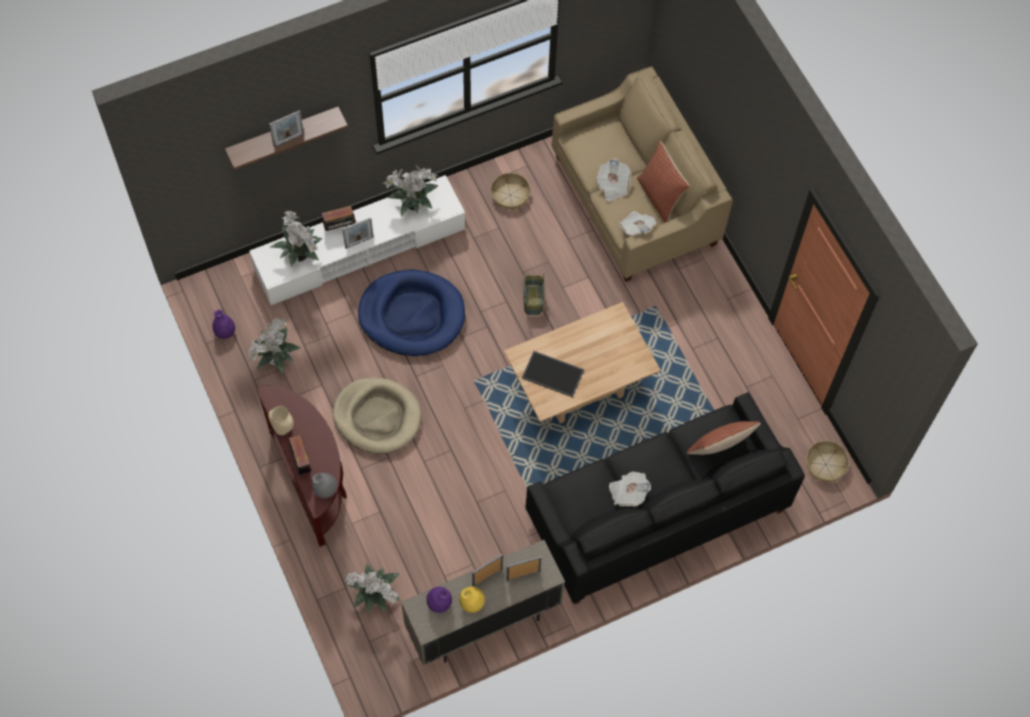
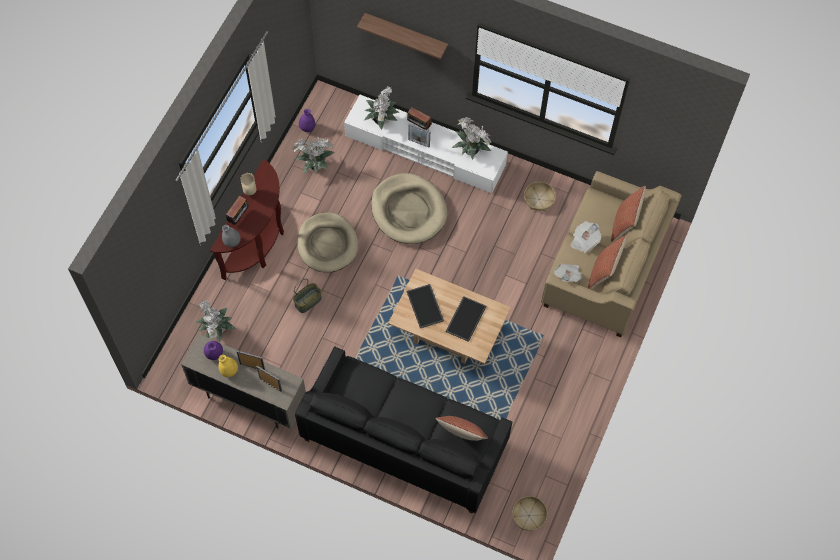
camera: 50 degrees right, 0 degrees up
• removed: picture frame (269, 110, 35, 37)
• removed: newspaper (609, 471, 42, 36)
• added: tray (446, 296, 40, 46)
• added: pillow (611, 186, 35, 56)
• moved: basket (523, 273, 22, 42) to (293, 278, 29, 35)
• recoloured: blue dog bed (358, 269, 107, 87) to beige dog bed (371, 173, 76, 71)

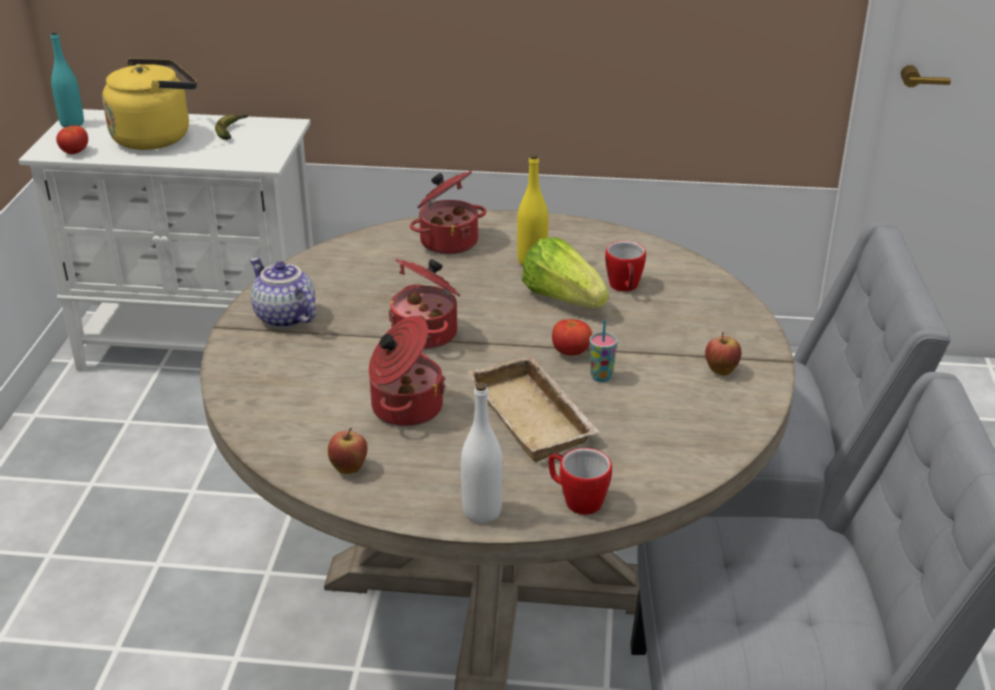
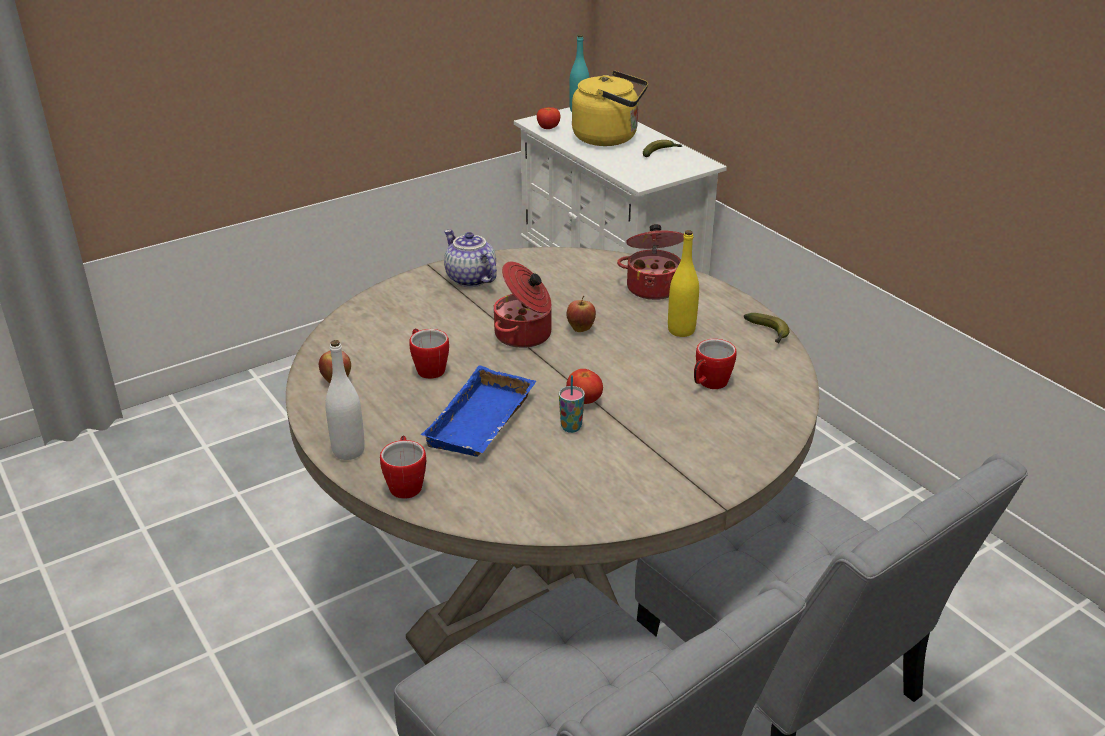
camera: 50 degrees right, 0 degrees up
• removed: lettuce (522, 238, 87, 70)
• added: banana (744, 313, 46, 31)
• moved: apple (705, 332, 36, 44) to (567, 296, 29, 36)
• replaced: cooking pot (369, 316, 77, 110) to mug (409, 329, 40, 50)
• recoloured: beige tray (468, 355, 132, 107) to blue tray (421, 366, 115, 91)
• turned: teapot (250, 257, 66, 71) = (444, 230, 53, 57) 45 degrees counterclockwise

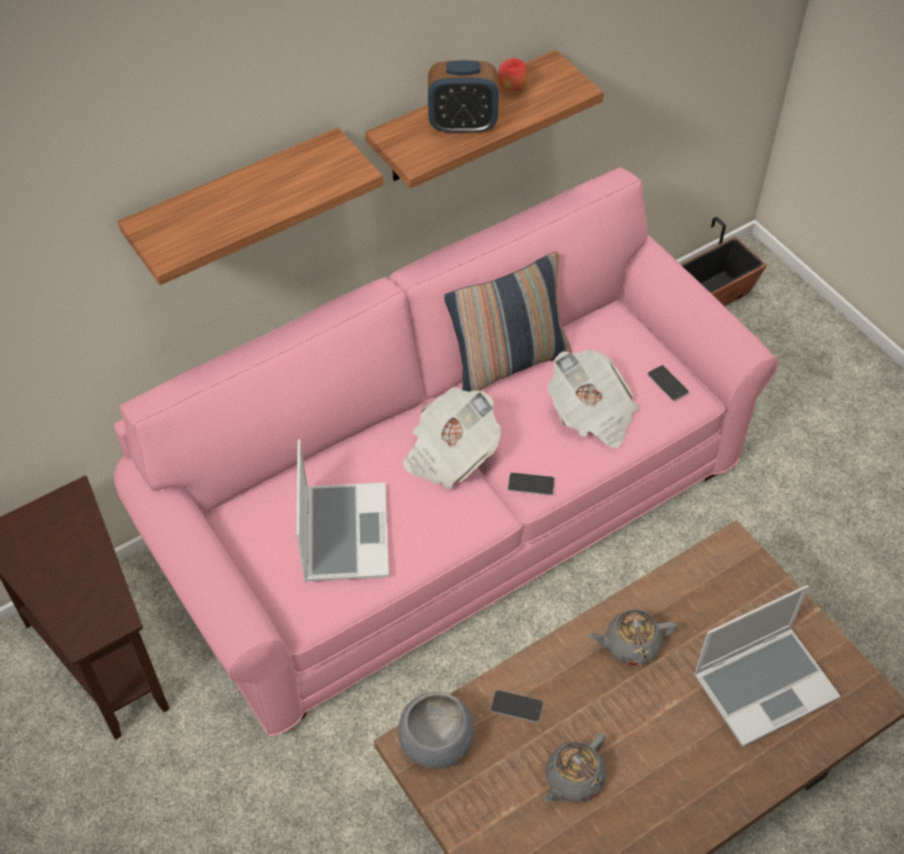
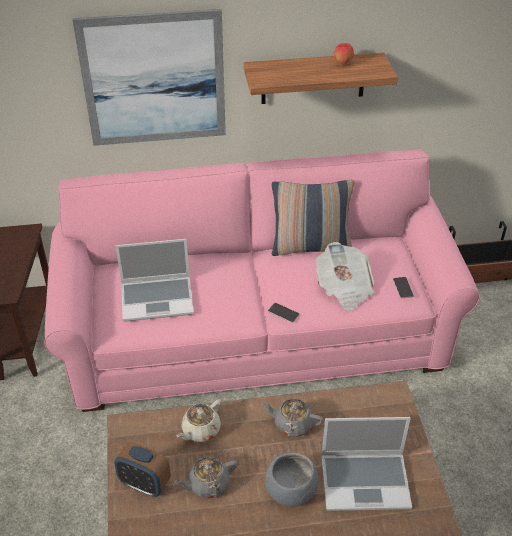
camera: 25 degrees right, 10 degrees down
• removed: newspaper (403, 387, 98, 102)
• moved: grey bowl (398, 692, 76, 77) to (265, 452, 53, 55)
• moved: alarm clock (428, 60, 70, 74) to (114, 442, 57, 55)
• replaced: shelf (118, 127, 265, 158) to picture (73, 9, 153, 137)
• replaced: phone (490, 690, 54, 32) to beige teapot (177, 399, 45, 43)
• turned: laptop (296, 439, 93, 142) = (115, 239, 79, 82) 60 degrees clockwise

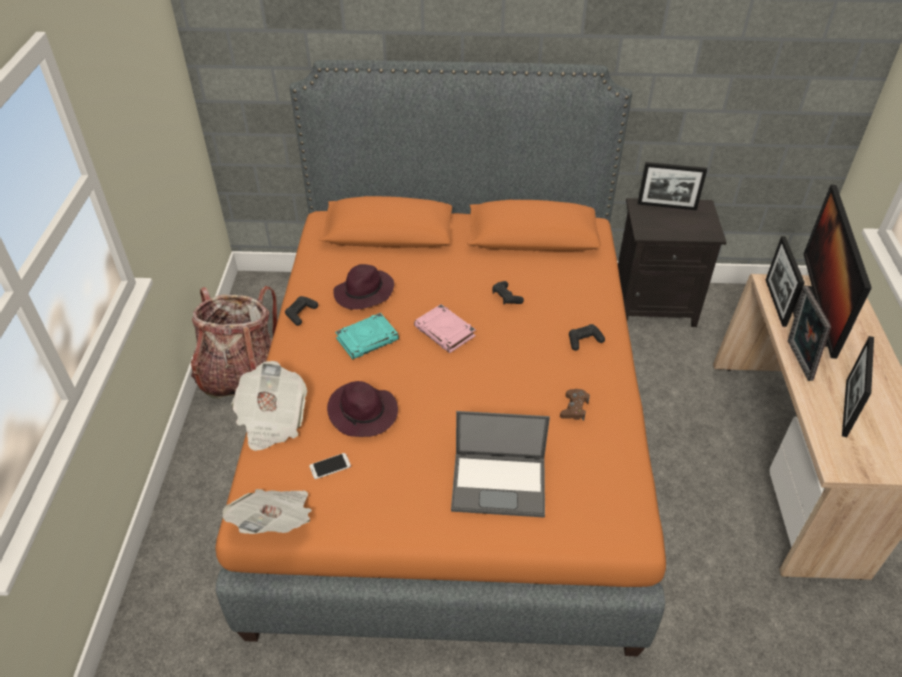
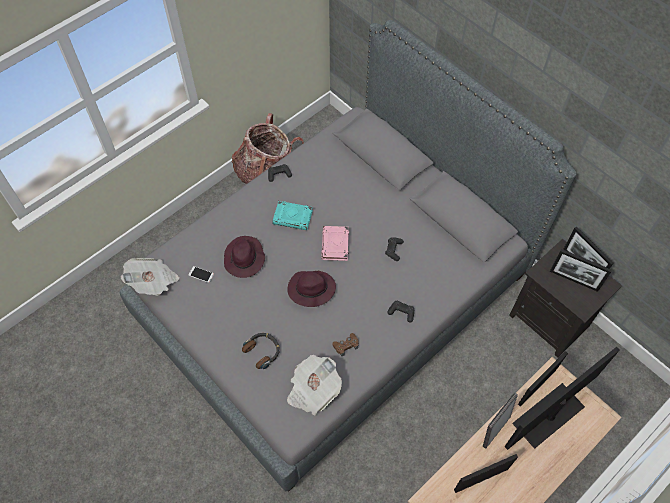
camera: 45 degrees right, 15 degrees up
• added: picture frame (550, 249, 62, 43)
• moved: newspaper (231, 361, 76, 90) to (287, 355, 55, 60)
• moved: purple hat (333, 264, 61, 46) to (287, 271, 49, 36)
• replaced: laptop (451, 411, 99, 107) to headphones (242, 333, 38, 36)
• recoloured: orange bed (215, 60, 451, 596) to grey bed (119, 20, 458, 472)

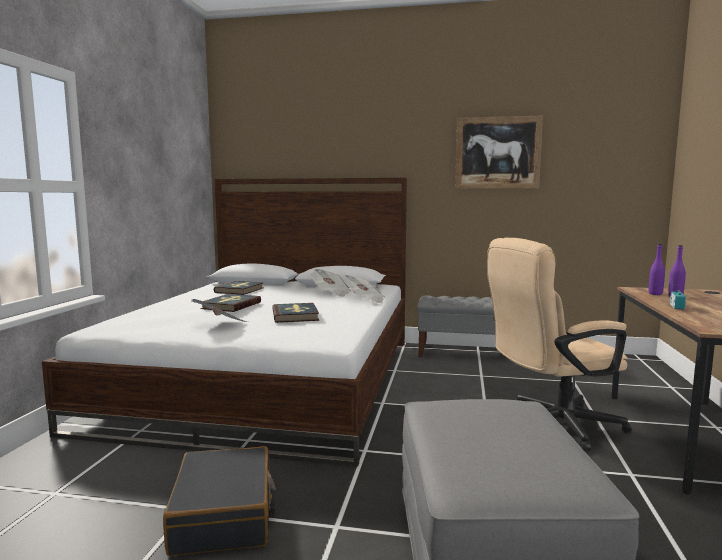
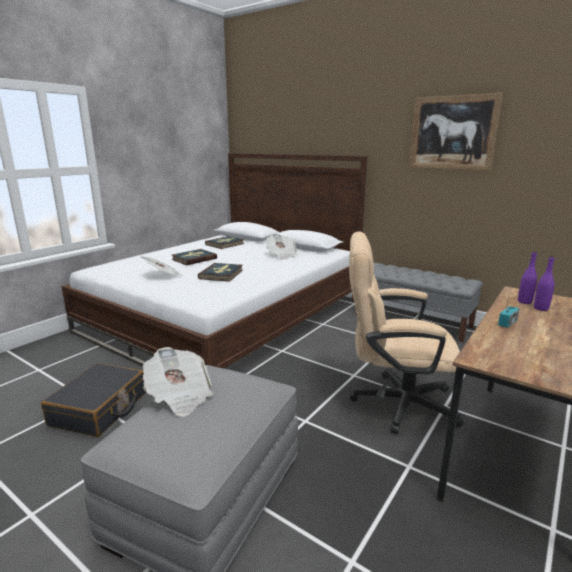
camera: 25 degrees right, 10 degrees up
• moved: newspaper (344, 275, 41, 29) to (143, 347, 70, 70)

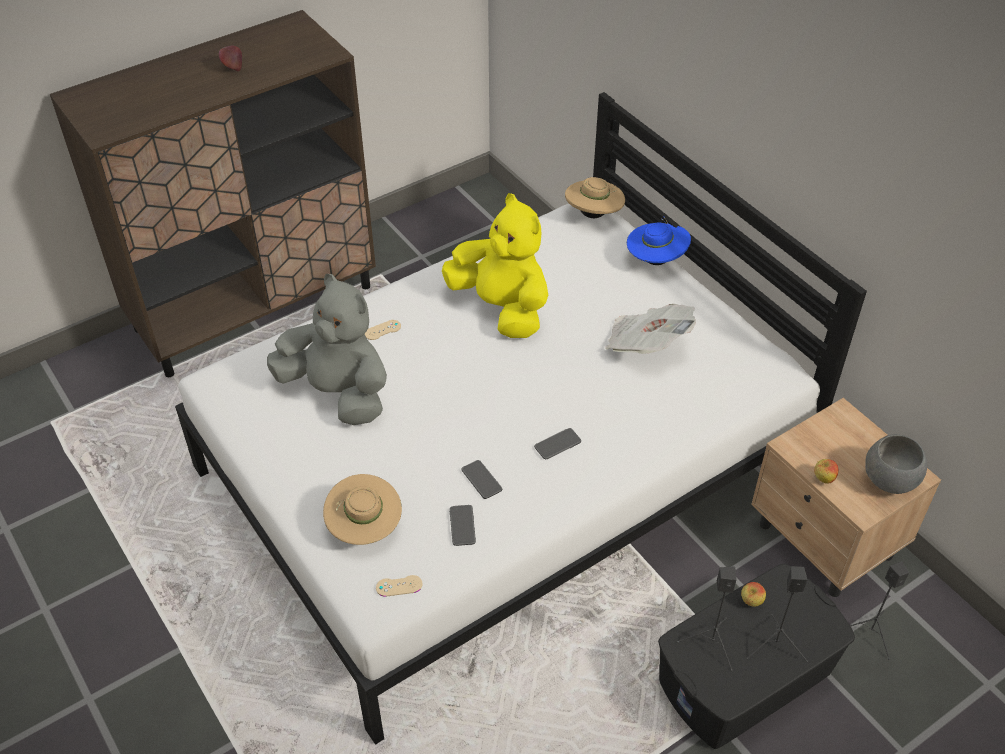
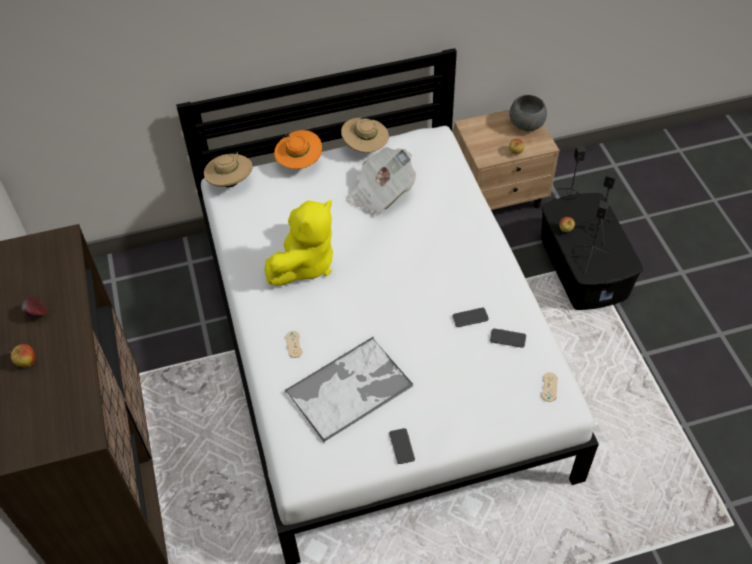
camera: 70 degrees left, 5 degrees up
• added: apple (9, 344, 26, 23)
• moved: beige hat (323, 474, 79, 71) to (341, 118, 48, 35)
• moved: phone (534, 428, 47, 31) to (389, 428, 26, 36)
• replaced: grey plush toy (267, 274, 120, 151) to tray (285, 337, 128, 106)
• recoloured: blue hat (627, 216, 64, 49) to orange hat (274, 130, 48, 39)
• turned: yellow plush toy (442, 193, 106, 145) = (264, 200, 69, 86) 150 degrees clockwise

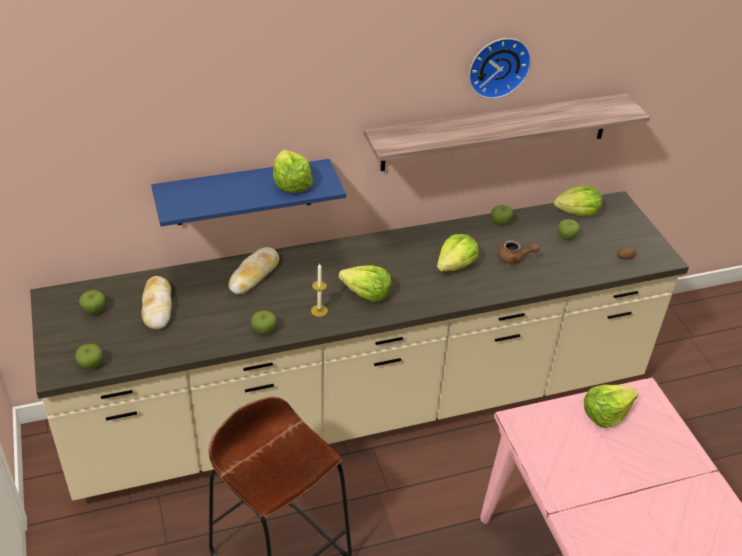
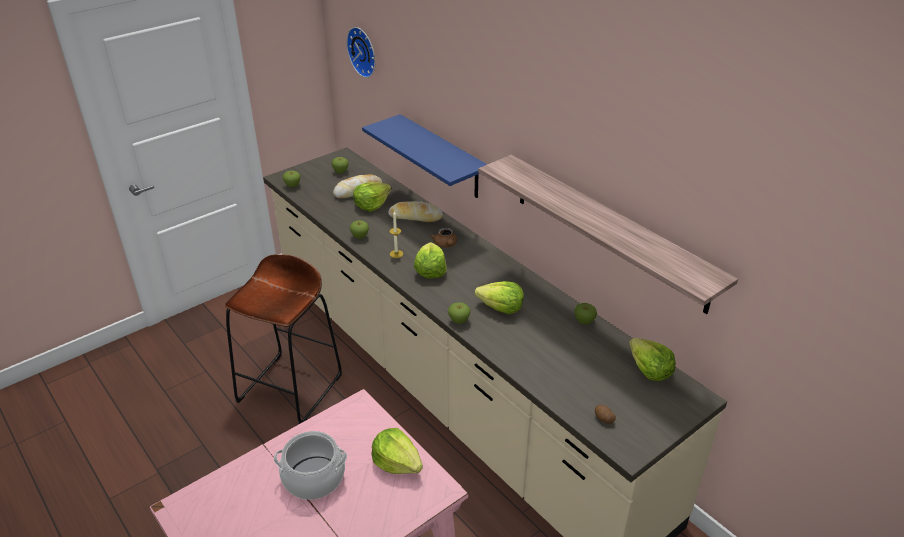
camera: 70 degrees right, 5 degrees down
• added: cooking pot (274, 431, 73, 69)
• moved: lettuce (273, 150, 40, 43) to (353, 182, 38, 30)
• moved: wall clock (469, 38, 62, 61) to (346, 27, 29, 51)
• moved: brown teapot (498, 240, 42, 24) to (430, 228, 27, 20)
• moved: apple (558, 219, 22, 21) to (448, 302, 23, 22)

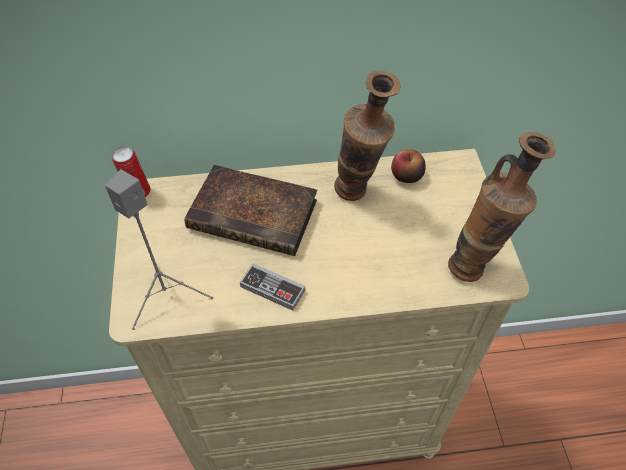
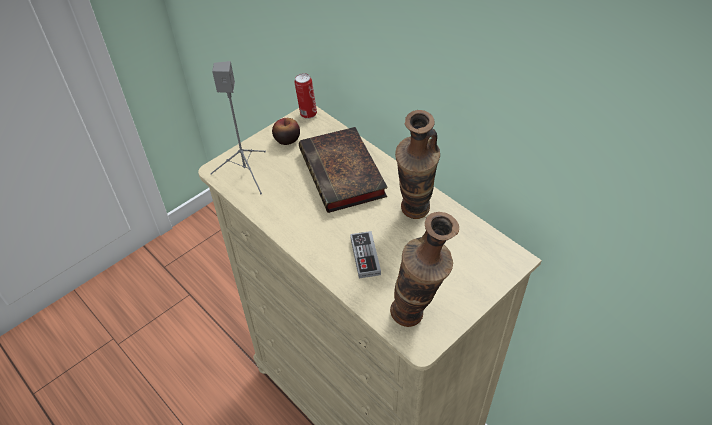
camera: 55 degrees right, 5 degrees down
• moved: game controller (240, 263, 65, 48) to (350, 231, 31, 47)
• moved: apple (391, 149, 35, 34) to (272, 118, 28, 27)

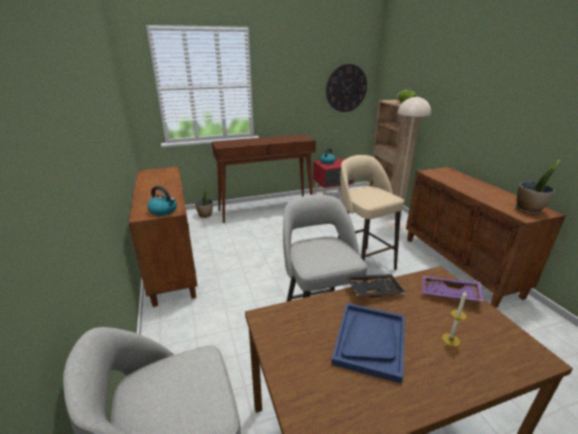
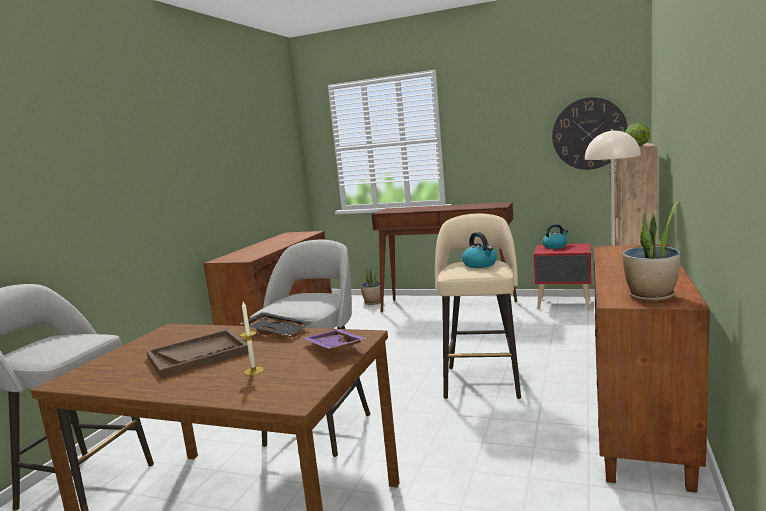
camera: 40 degrees right, 15 degrees down
• moved: kettle (147, 186, 30, 30) to (462, 232, 35, 36)
• recoloured: blue tray (331, 303, 74, 81) to brown tray (146, 329, 103, 50)

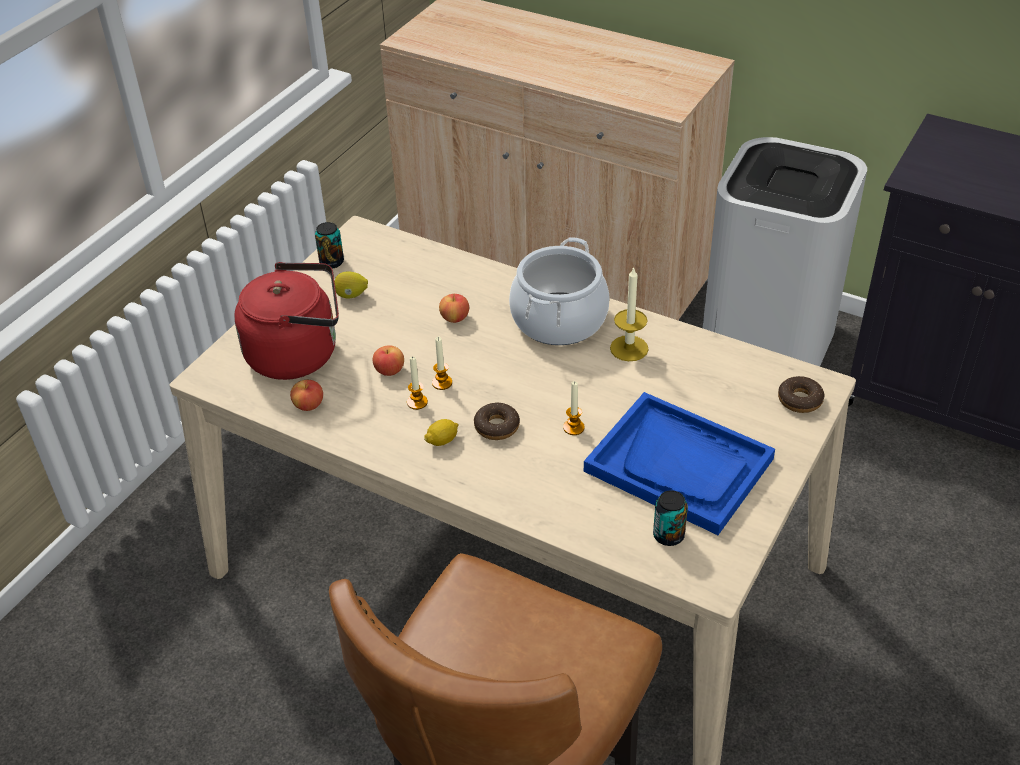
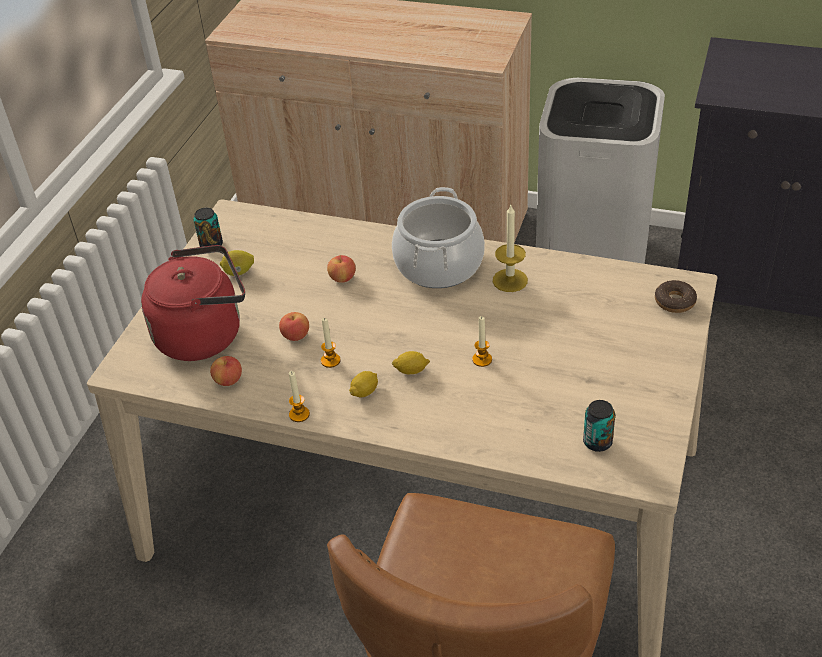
camera: 10 degrees left, 0 degrees up
• removed: blue tray (584, 392, 191, 143)
• moved: candle (432, 337, 20, 53) to (289, 371, 21, 51)
• replaced: donut (474, 403, 46, 37) to lemon (392, 351, 38, 23)

